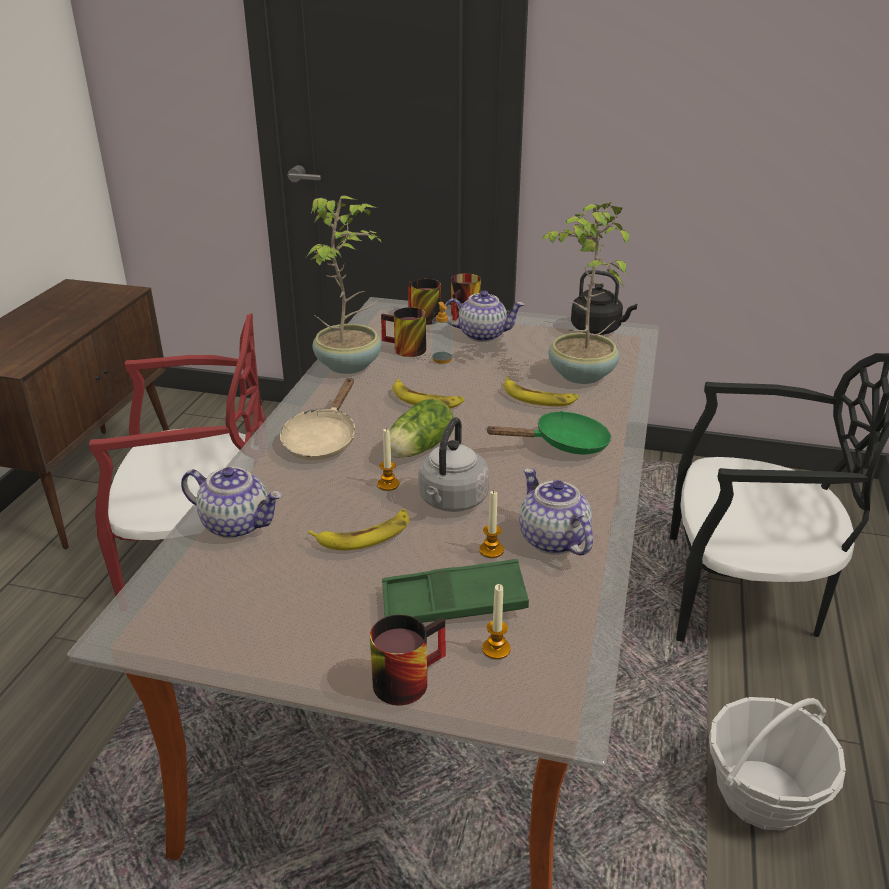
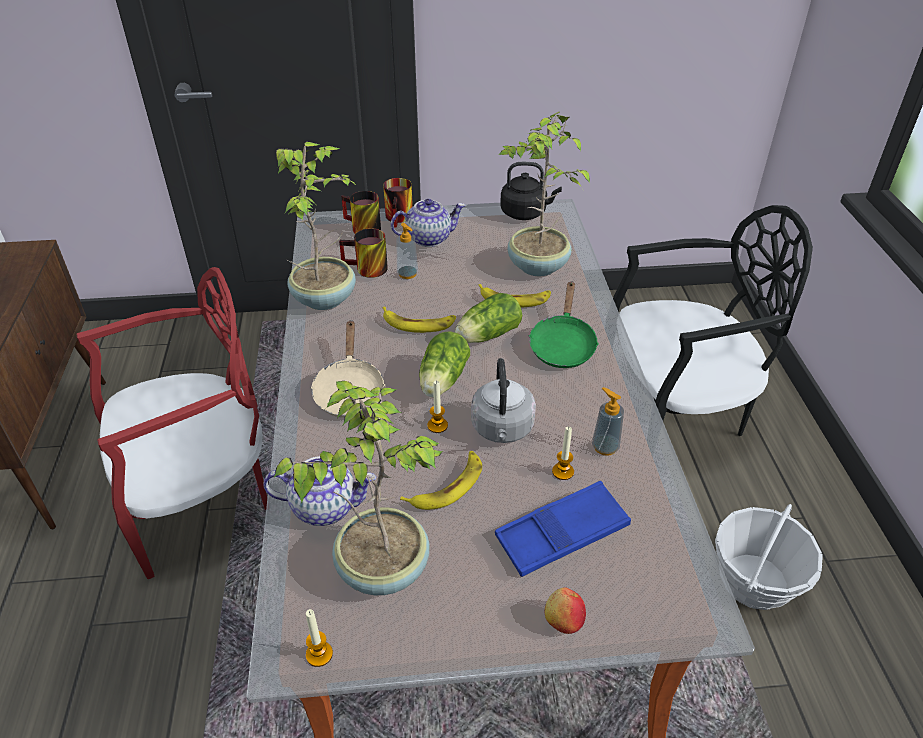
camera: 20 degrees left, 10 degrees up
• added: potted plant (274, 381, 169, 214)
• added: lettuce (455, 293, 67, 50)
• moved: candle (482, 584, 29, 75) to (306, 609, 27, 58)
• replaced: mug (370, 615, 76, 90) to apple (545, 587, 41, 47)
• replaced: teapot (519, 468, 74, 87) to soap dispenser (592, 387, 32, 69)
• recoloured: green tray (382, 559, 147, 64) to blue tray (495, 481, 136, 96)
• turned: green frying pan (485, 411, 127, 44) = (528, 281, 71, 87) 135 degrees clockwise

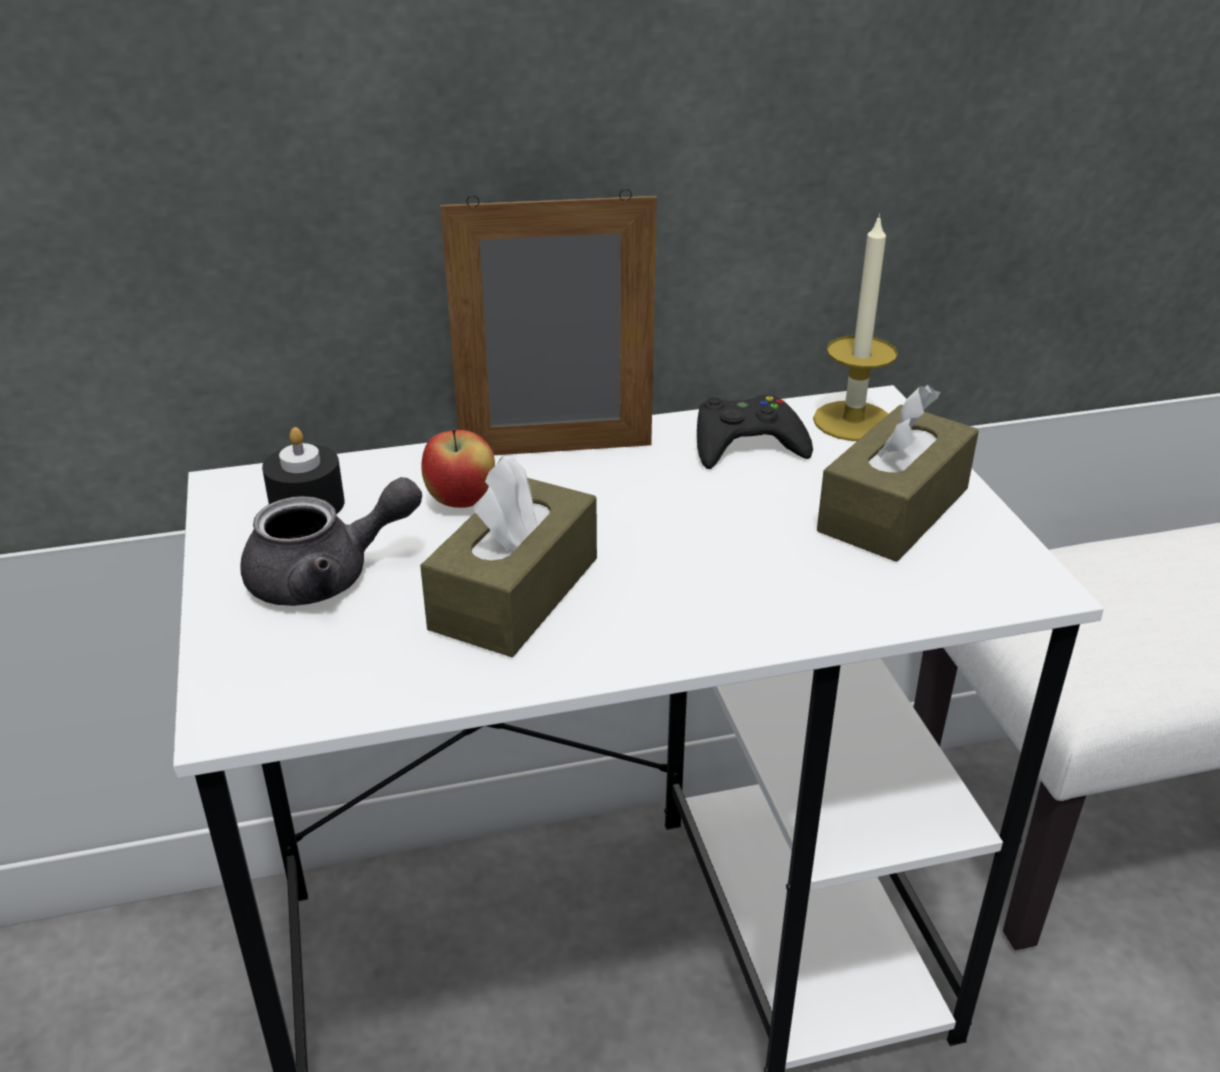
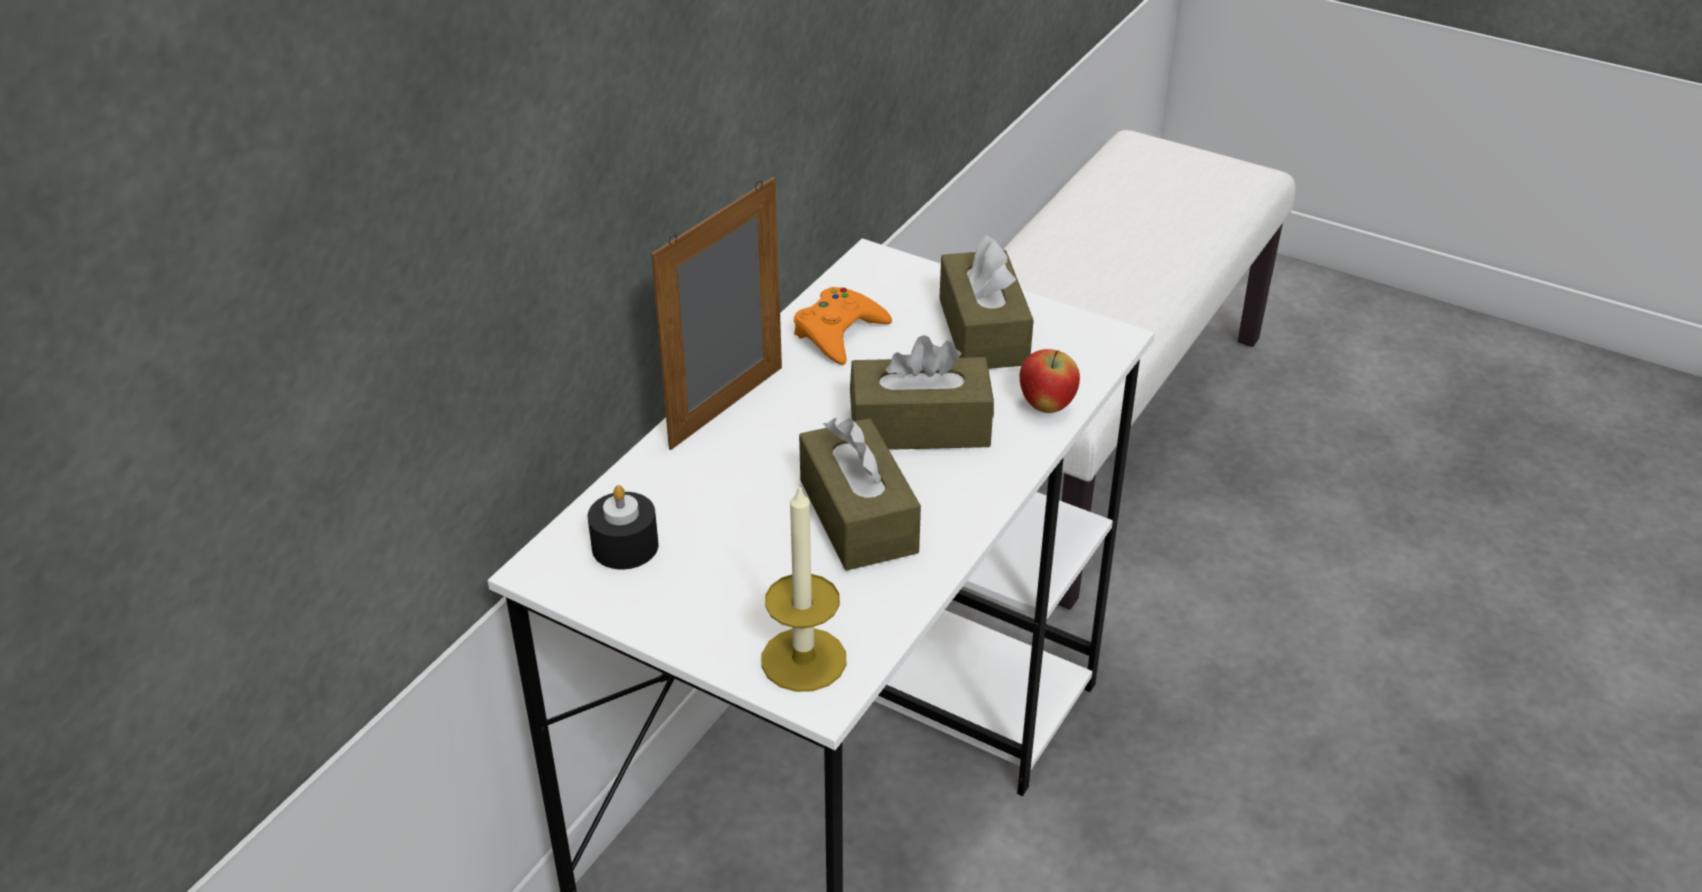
camera: 45 degrees left, 5 degrees up
• removed: grey teapot (240, 477, 182, 129)
• added: brown tissue box (850, 335, 144, 115)
• moved: apple (421, 429, 74, 79) to (1020, 349, 60, 64)
• moved: candle (813, 213, 85, 228) to (761, 483, 86, 209)
• recoloured: black game controller (697, 395, 116, 74) to orange game controller (794, 287, 98, 78)

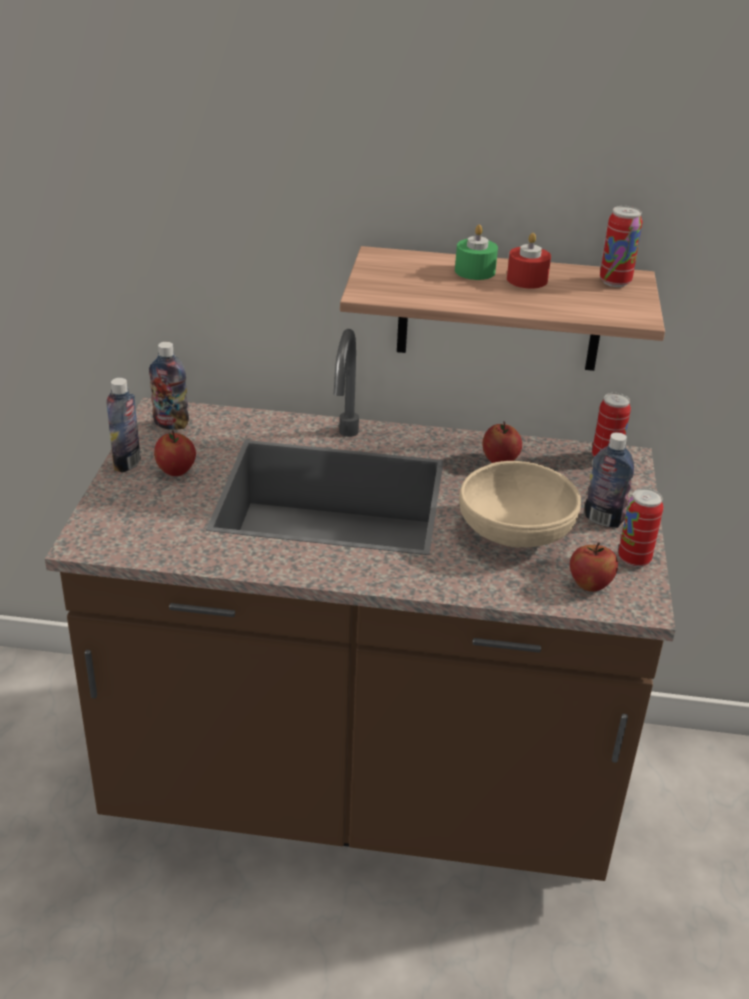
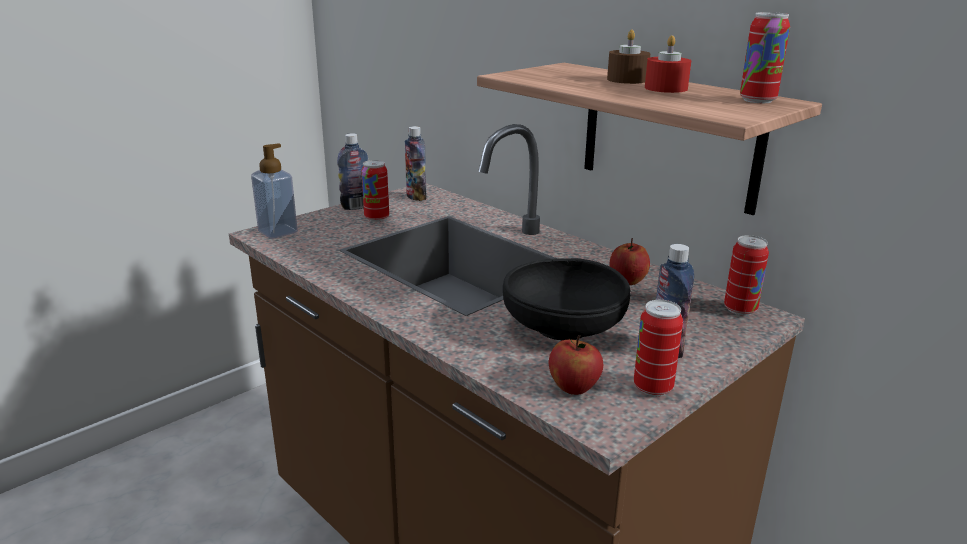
camera: 40 degrees right, 10 degrees down
• added: soap dispenser (251, 143, 47, 96)
• replaced: apple (154, 430, 42, 46) to can (361, 160, 28, 62)
• recoloured: green candle (455, 225, 43, 55) to brown candle (607, 29, 43, 55)
• recoloured: beige bowl (459, 461, 122, 87) to black bowl (503, 258, 127, 82)

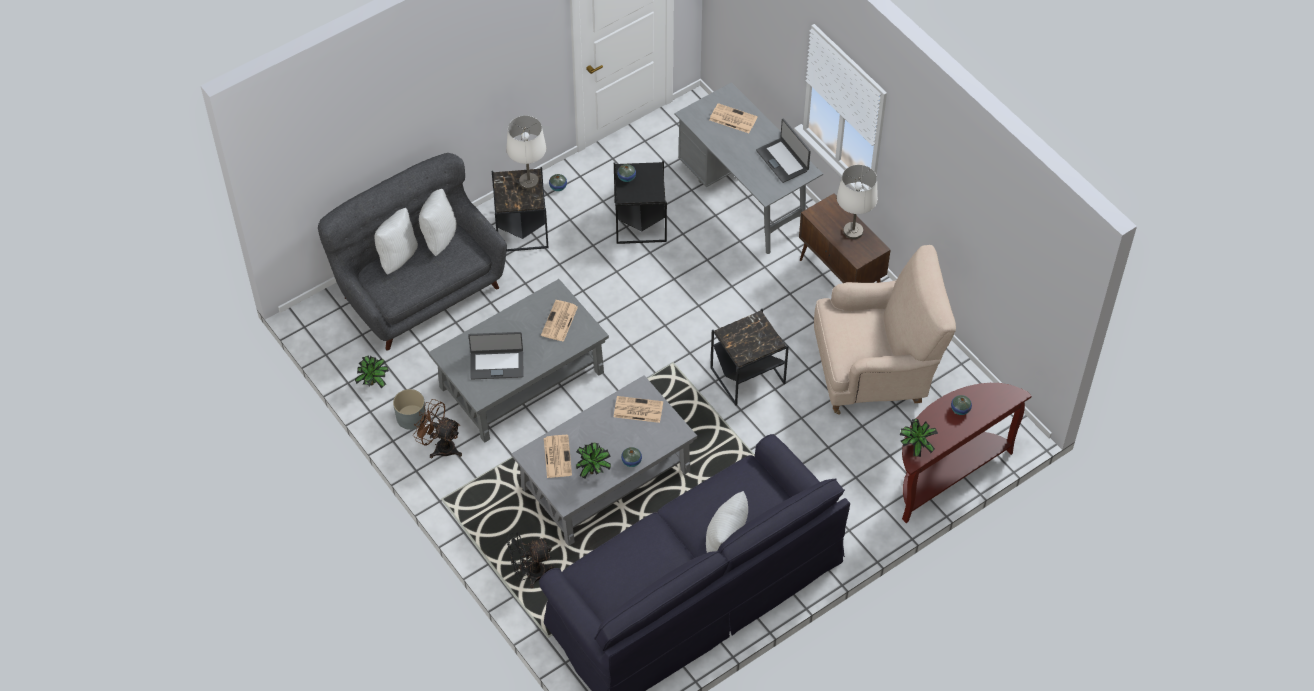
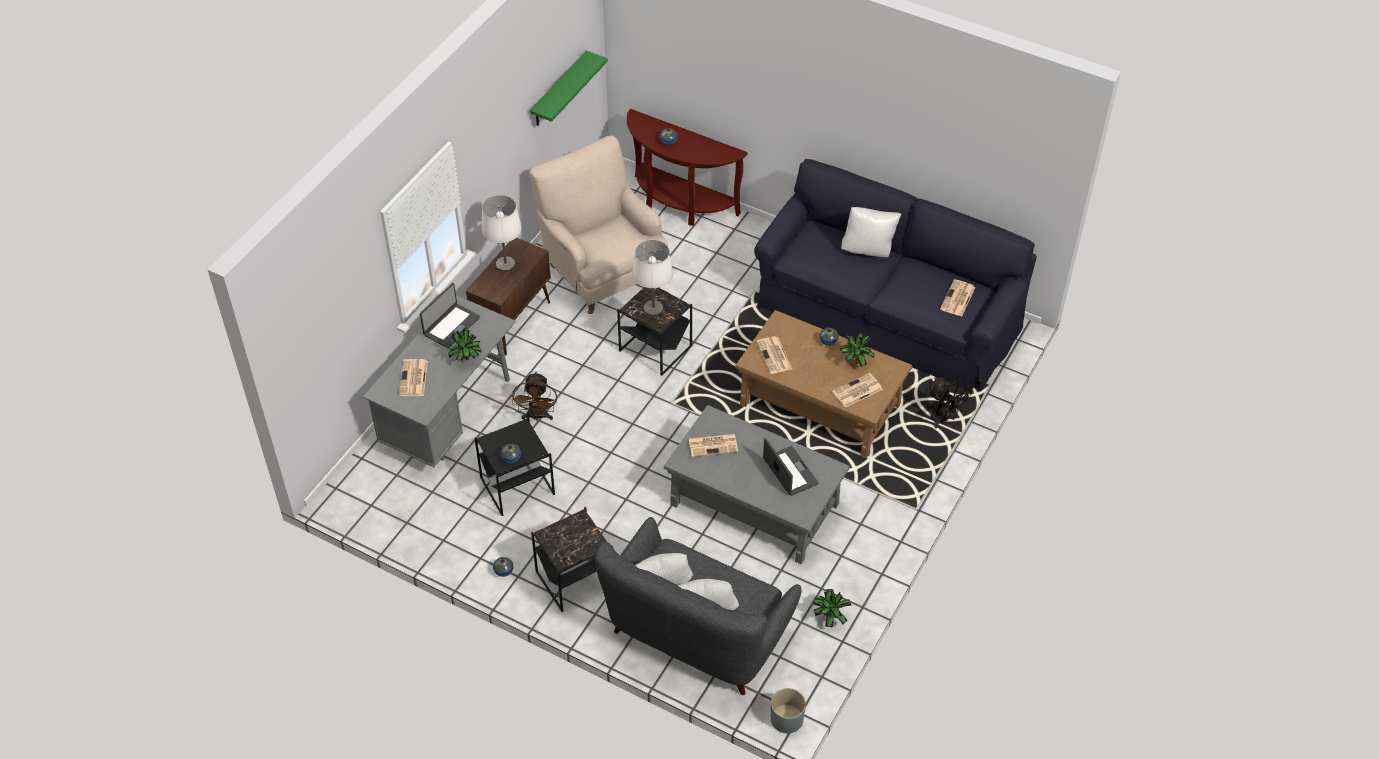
camera: 115 degrees left, 5 degrees down
• added: green shelf (530, 51, 78, 75)
• added: newspaper (940, 279, 35, 38)
• moved: grey planter (393, 389, 33, 41) to (771, 688, 35, 45)
• moved: brown fan (413, 399, 49, 59) to (512, 372, 45, 48)
• moved: white table lamp (506, 116, 40, 73) to (633, 240, 40, 77)
• moved: potted plant (900, 419, 38, 38) to (448, 329, 33, 32)
• recoloured: grey coffee table (511, 375, 186, 171) to brown coffee table (735, 310, 177, 148)

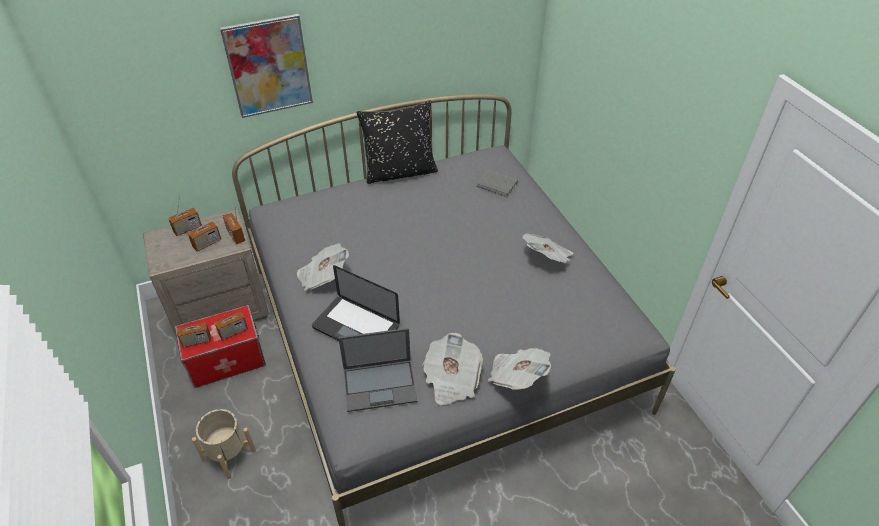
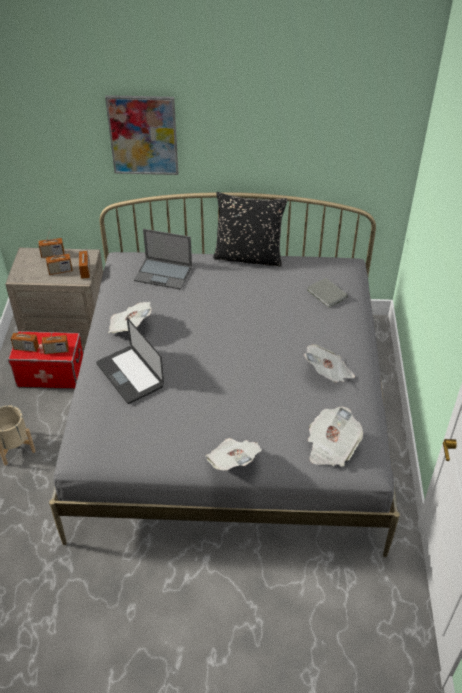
camera: 25 degrees right, 0 degrees up
• moved: laptop (338, 328, 80, 84) to (134, 229, 58, 61)
• moved: newspaper (422, 333, 61, 72) to (308, 407, 55, 60)

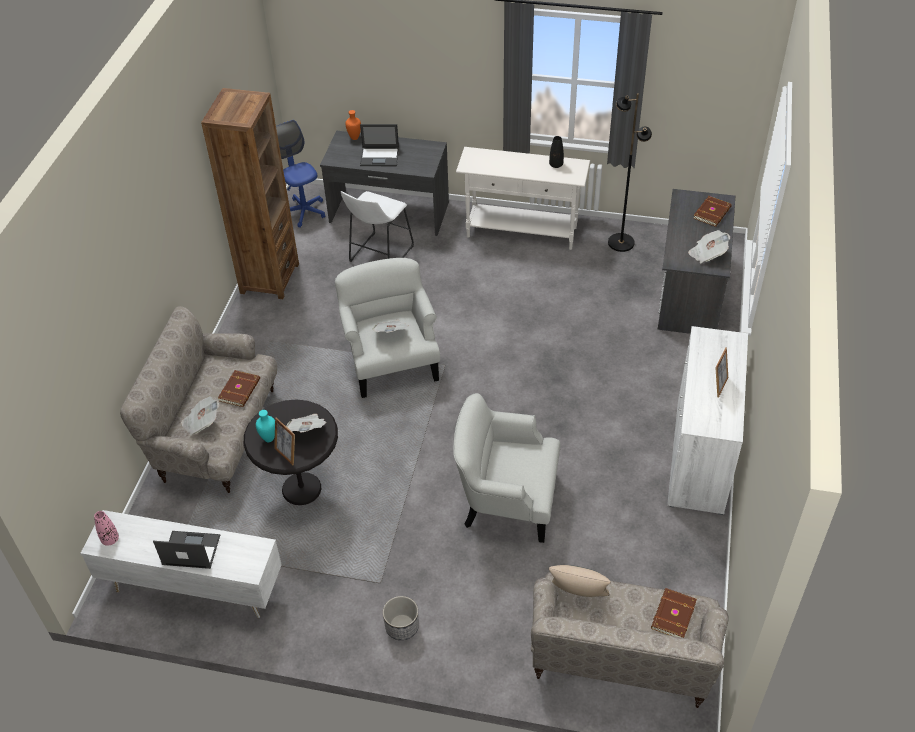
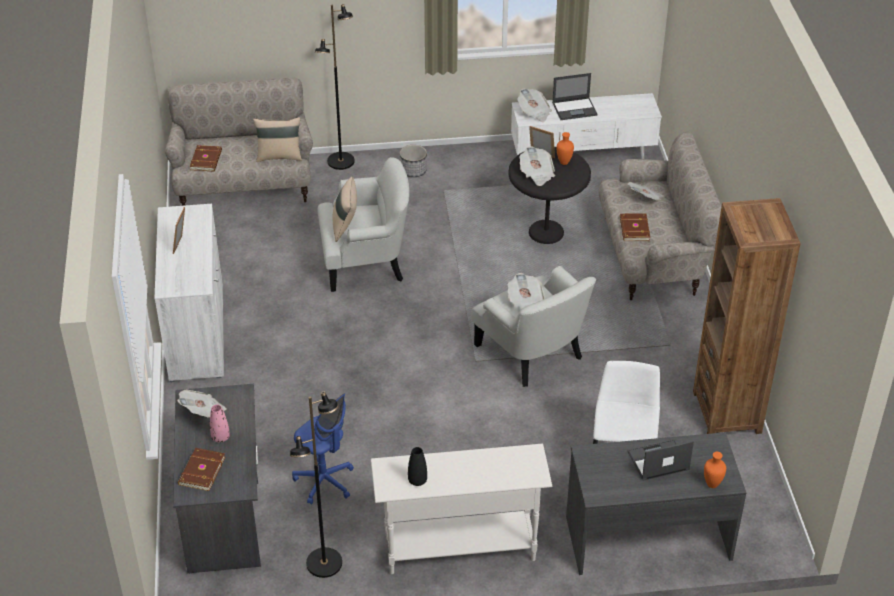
camera: 160 degrees right, 5 degrees down
• added: black floor lamp (315, 4, 40, 166)
• added: beige pillow (333, 177, 24, 65)
• added: newspaper (517, 88, 35, 34)
• moved: pink vase (94, 511, 25, 35) to (210, 405, 20, 38)
• moved: blue office chair (276, 120, 49, 108) to (292, 393, 62, 112)
• recoloured: turquoise vase (256, 410, 19, 32) to orange vase (557, 132, 17, 33)

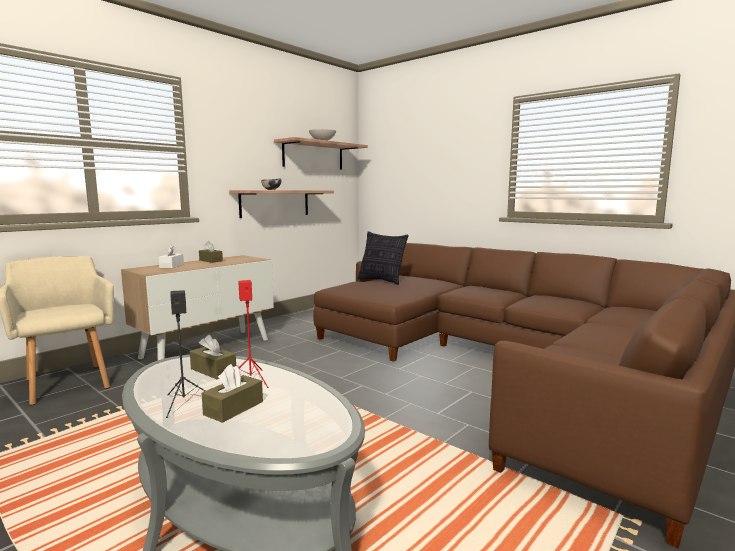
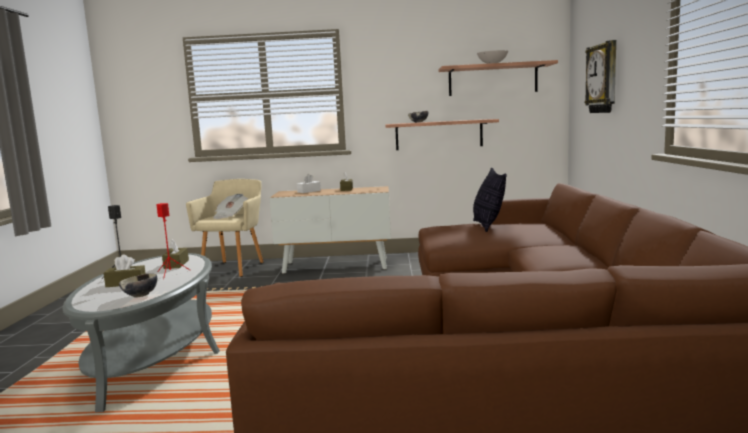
camera: 50 degrees right, 0 degrees up
• added: bowl (119, 273, 38, 24)
• added: newspaper (213, 194, 35, 25)
• added: wall clock (585, 40, 31, 73)

